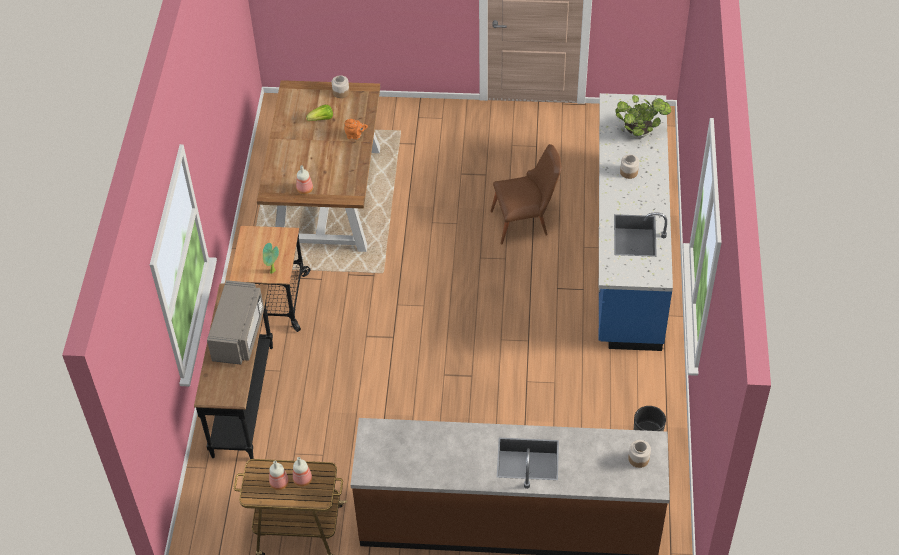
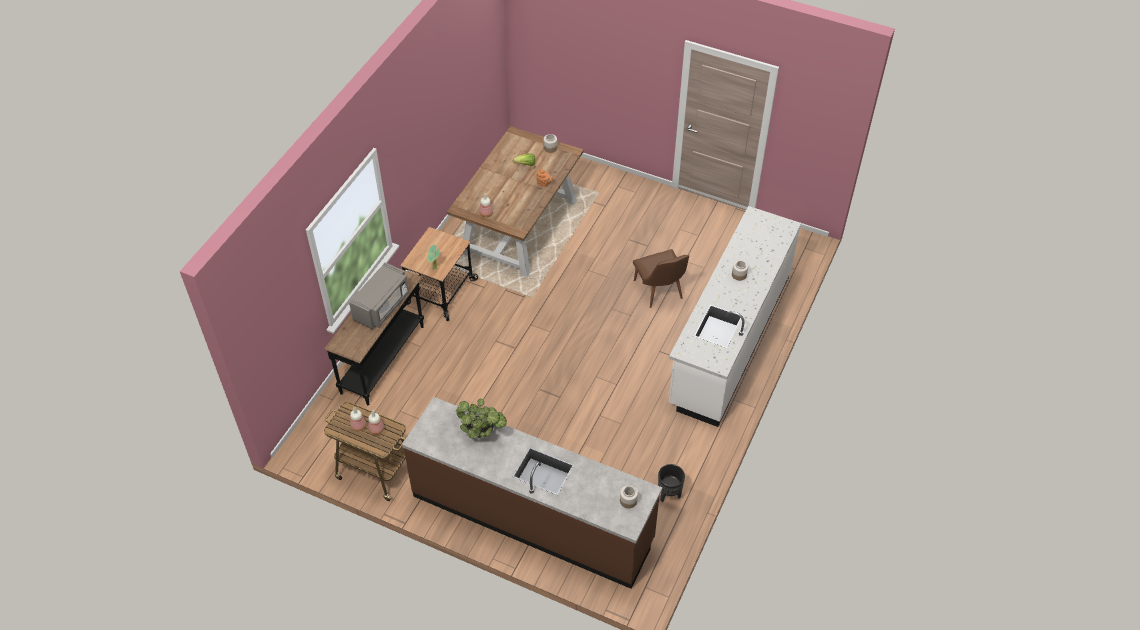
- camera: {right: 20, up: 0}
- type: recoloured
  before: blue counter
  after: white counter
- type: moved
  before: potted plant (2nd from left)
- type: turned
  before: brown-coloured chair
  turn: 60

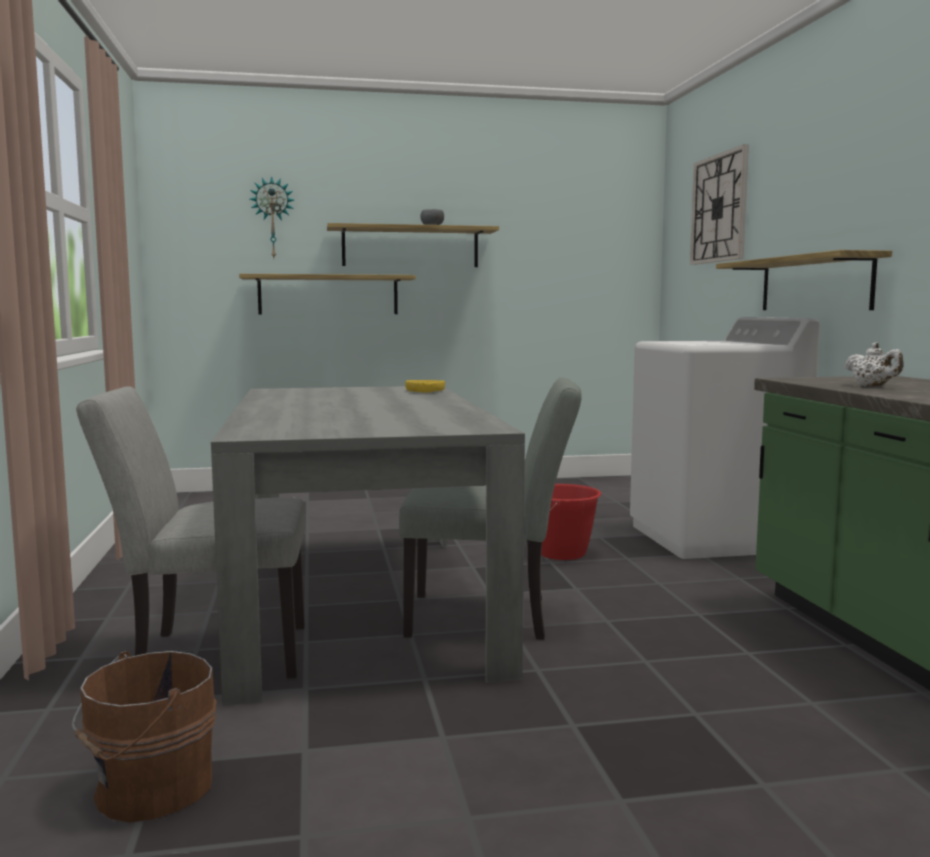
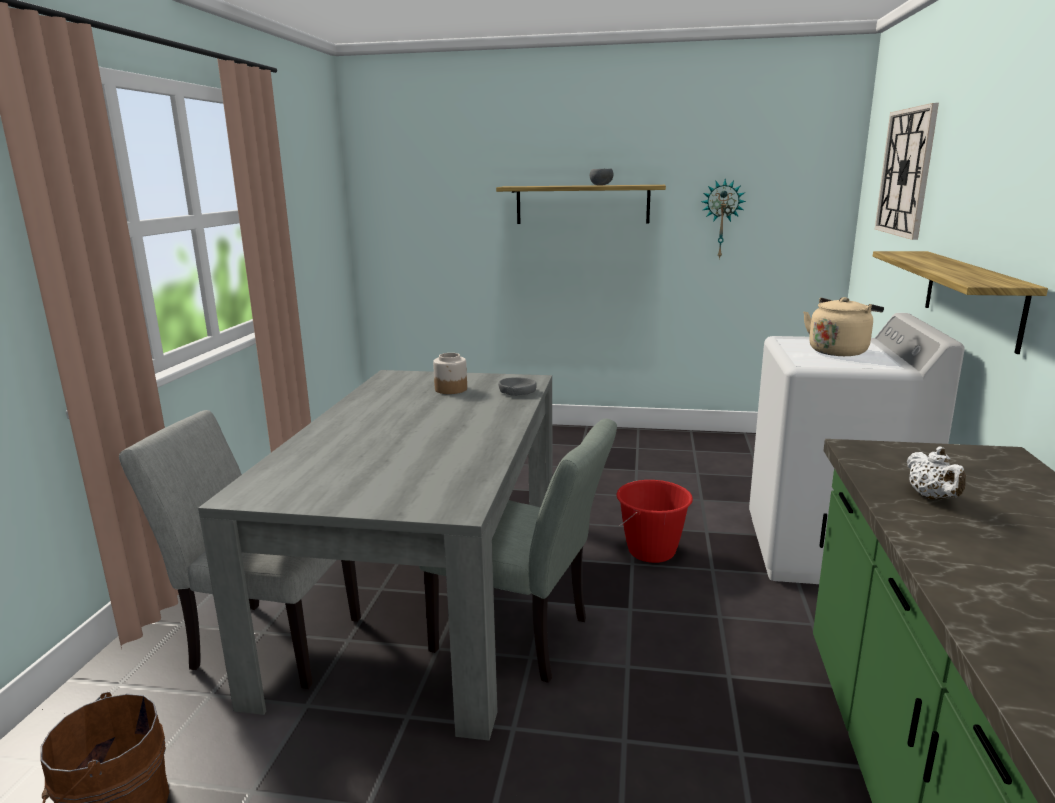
- camera: {right: 20, up: 10}
- type: moved
  before: wall clock (1st from left)
- type: removed
  before: shelf (1st from left)
- type: recoloured
  before: yellow-coloured bowl
  after: greyish bowl (1st from left)
- type: added
  after: beige tea kettle
- type: added
  after: preserve jar

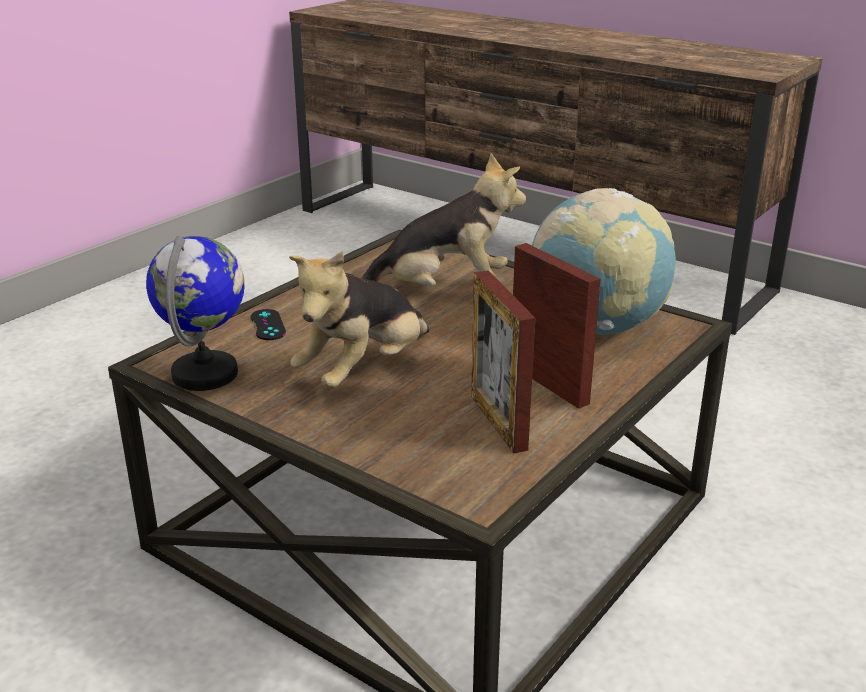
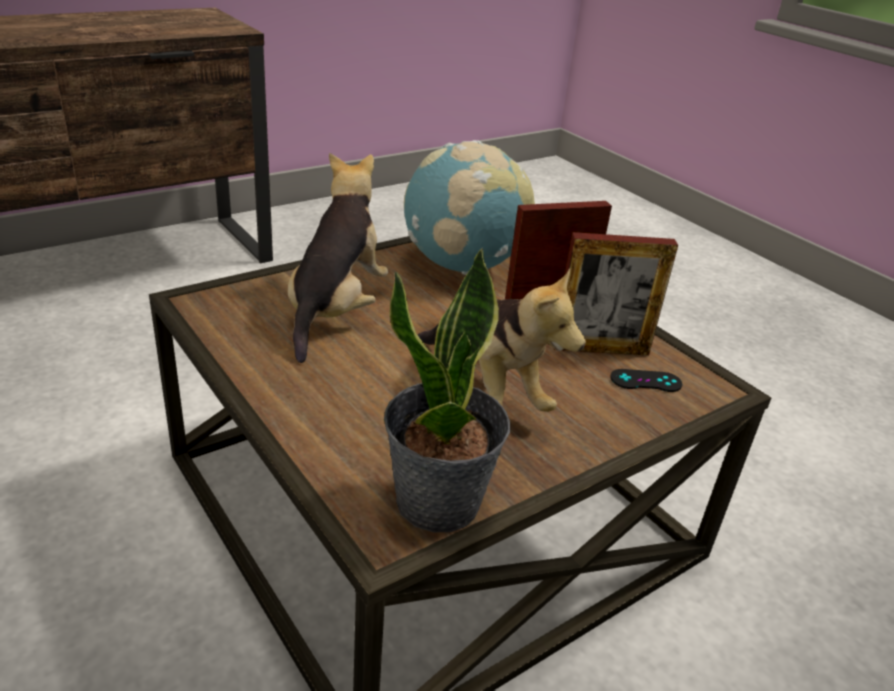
- camera: {right: -75, up: 5}
- type: replaced
  before: desk globe (1st from left)
  after: potted plant
- type: moved
  before: black-coloured game controller

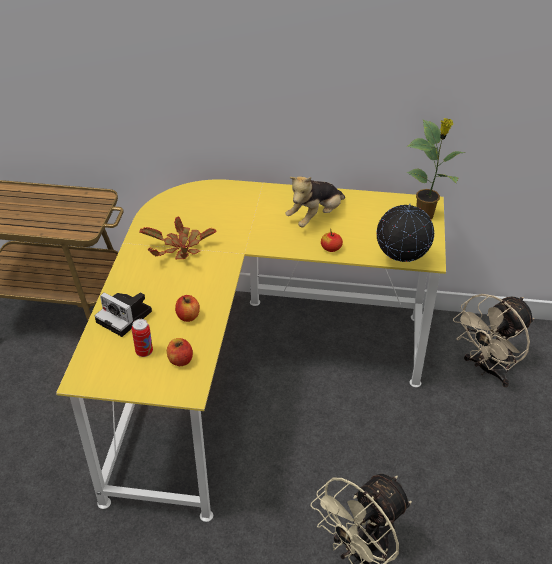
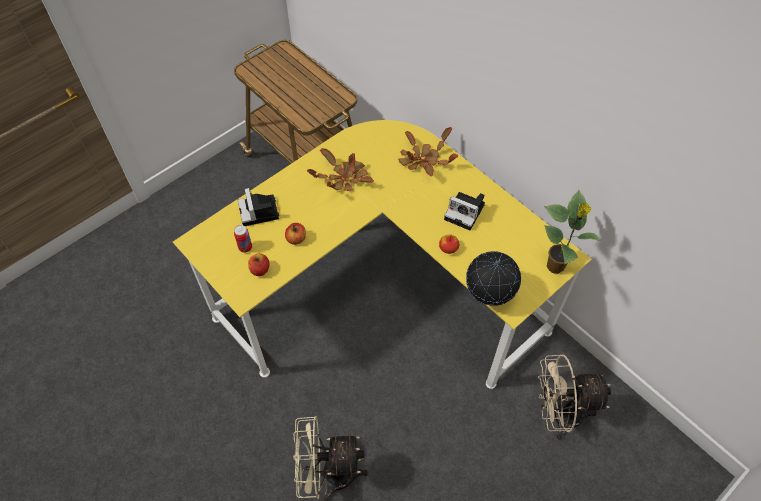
- camera: {right: 40, up: 15}
- type: replaced
  before: plush toy
  after: photo camera (2nd from left)
- type: added
  after: potted plant (2nd from left)

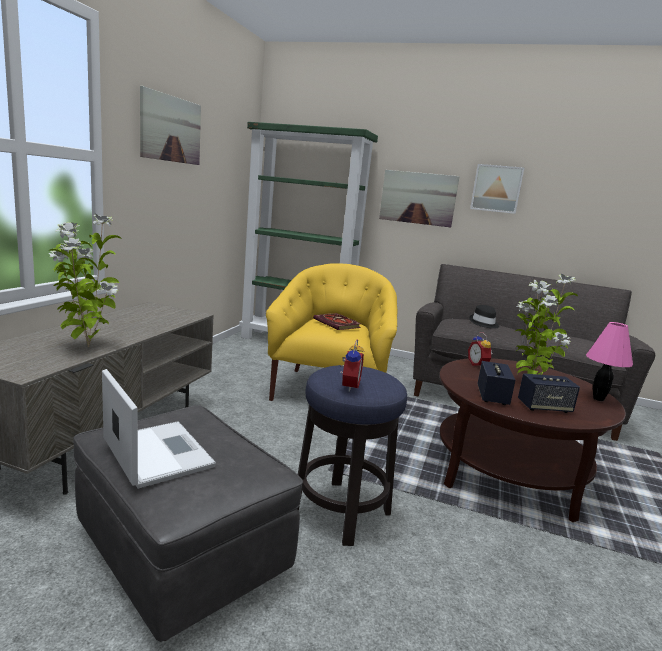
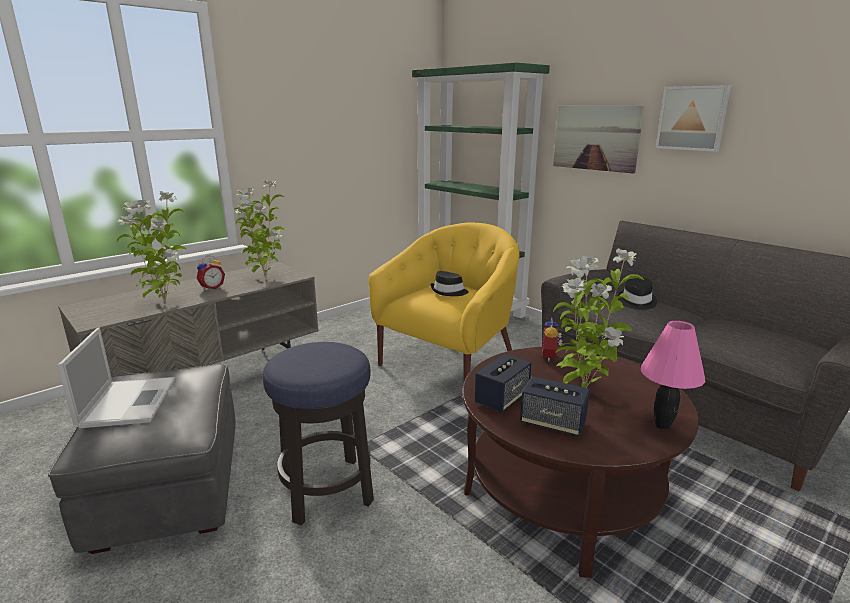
- camera: {right: 30, up: 5}
- type: removed
  before: wall art (1st from left)
- type: replaced
  before: volume
  after: black-coloured wearable hat (1st from left)
- type: moved
  before: alarm clock (1st from left)
- type: added
  after: potted plant (2nd from left)

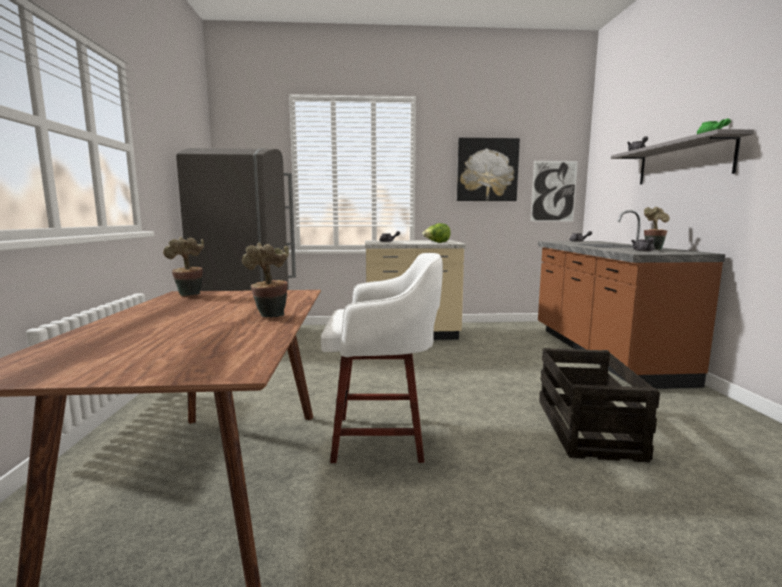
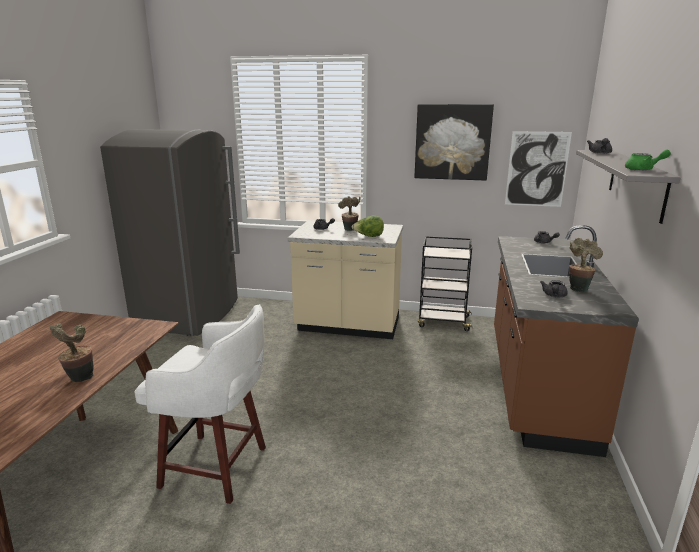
- camera: {right: 15, up: 10}
- type: moved
  before: potted plant (1st from left in the first image)
  after: potted plant (2nd from left)
- type: removed
  before: crate
- type: added
  after: black-coloured trolley

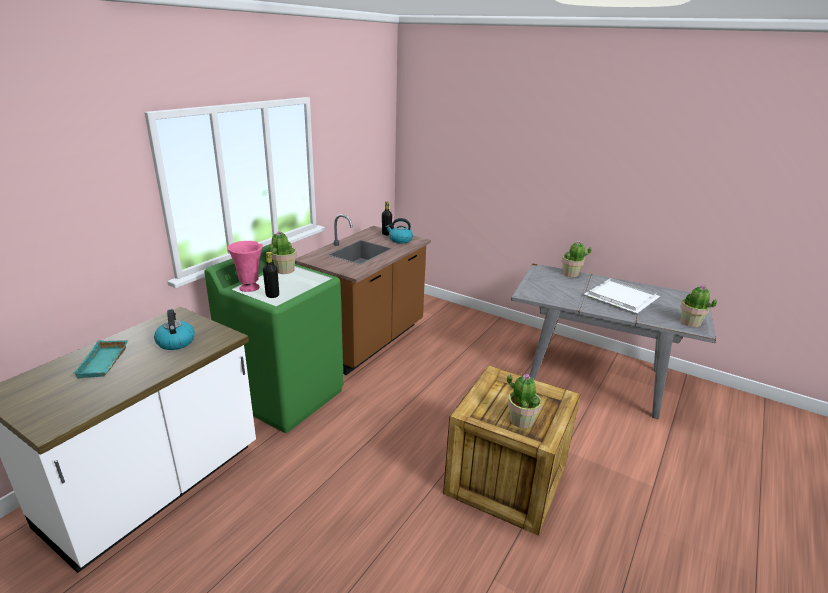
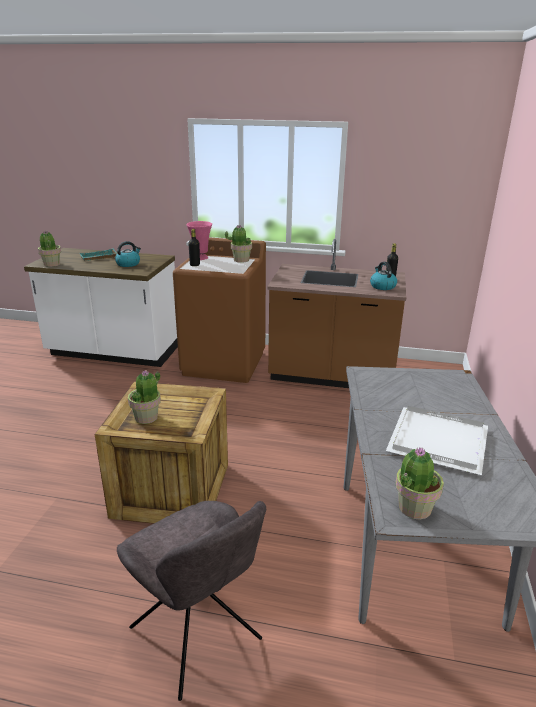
- camera: {right: 70, up: 0}
- type: moved
  before: potted plant (3rd from left in the first image)
  after: potted plant (1st from left)
- type: recoloured
  before: green-coloured laundry machine
  after: brown-coloured laundry machine
- type: added
  after: greyish chair

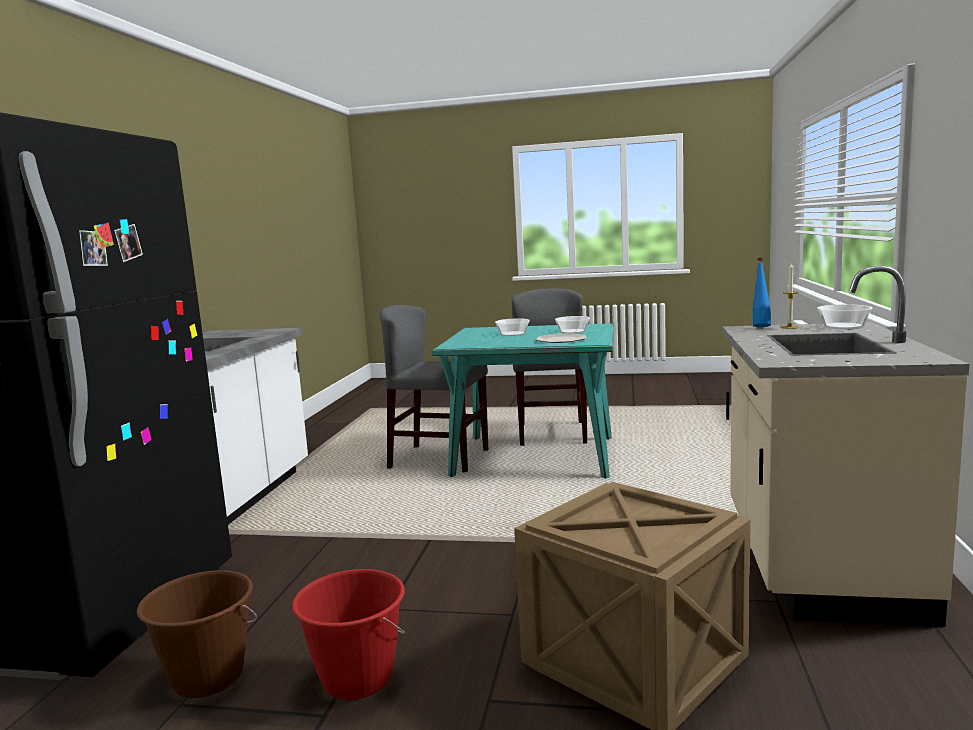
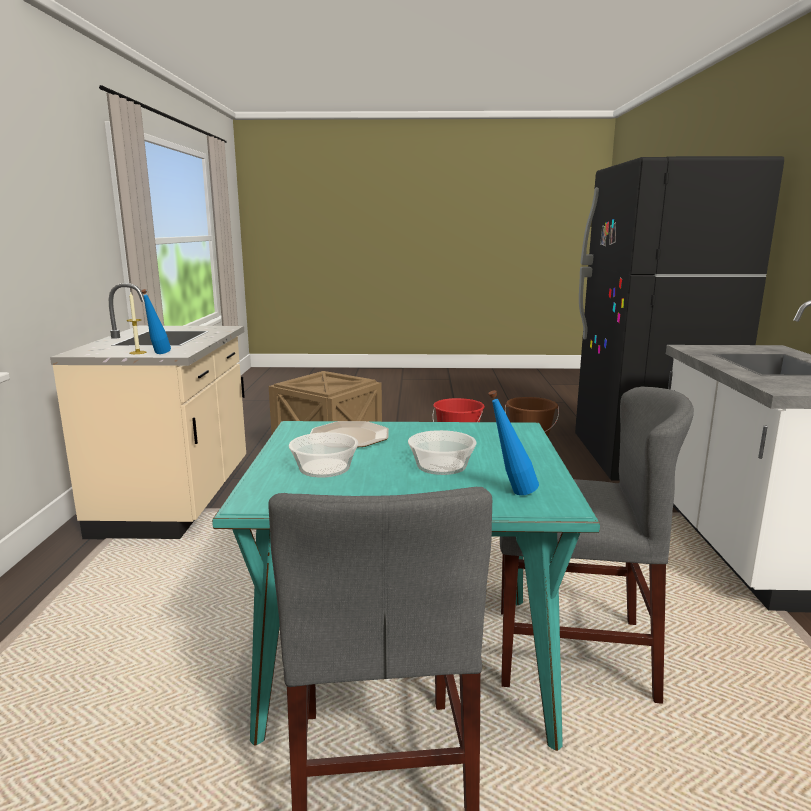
- camera: {right: 170, up: 5}
- type: removed
  before: bowl (3rd from left)
- type: added
  after: blue bottle (2nd from left)

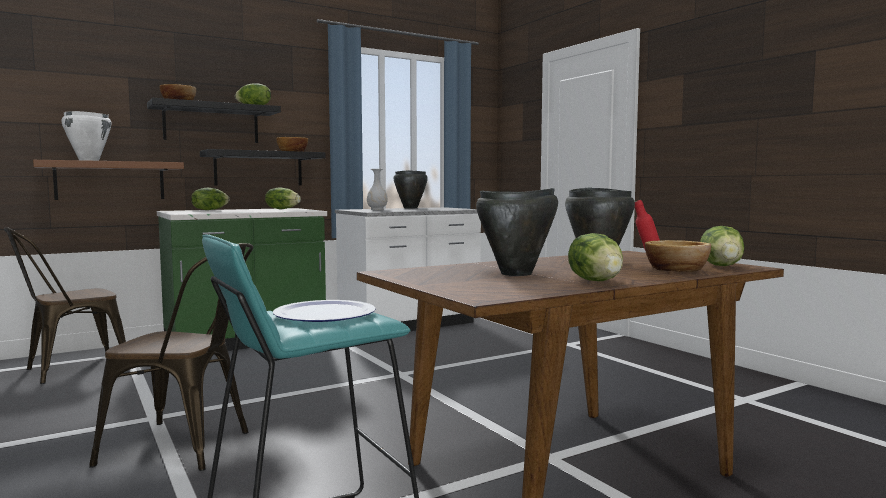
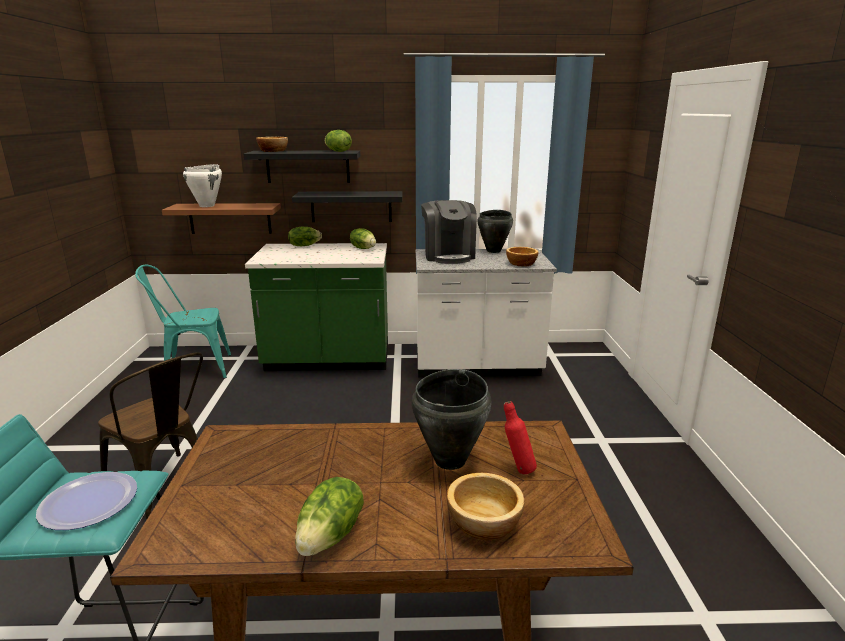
- camera: {right: 30, up: 15}
- type: moved
  before: bowl (2nd from left in the first image)
  after: bowl (3rd from left)
- type: replaced
  before: white vase
  after: coffee brewer
- type: removed
  before: black-coloured stockpot (2nd from left)
- type: removed
  before: head of lettuce (5th from left)
- type: recoloured
  before: brown-coloured chair (1st from left)
  after: blue-green chair

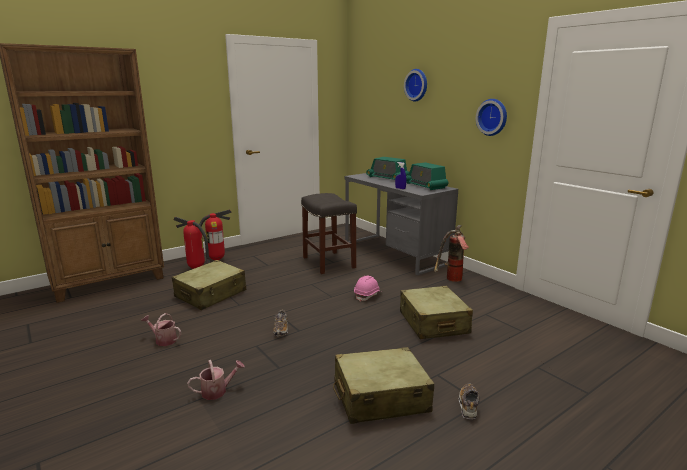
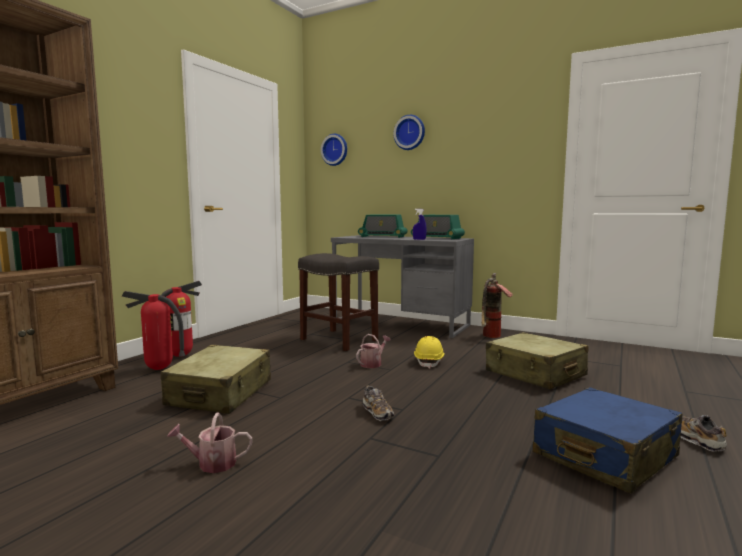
- camera: {right: -25, up: -10}
- type: moved
  before: wall clock (2nd from left in the first image)
  after: wall clock (1st from left)
- type: recoloured
  before: pink safety helmet
  after: yellow-coloured safety helmet
- type: recoloured
  before: beige travel case (2nd from left)
  after: blue travel case
- type: moved
  before: sprinkling can (2nd from left)

